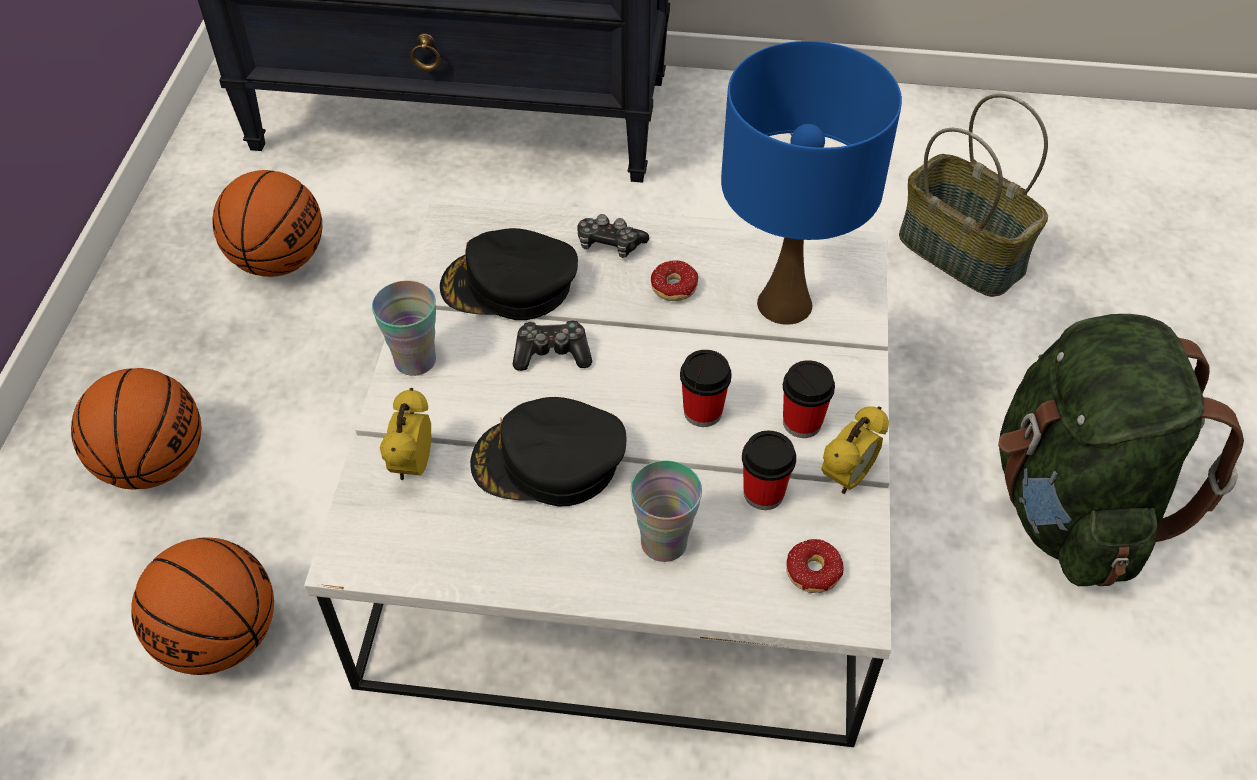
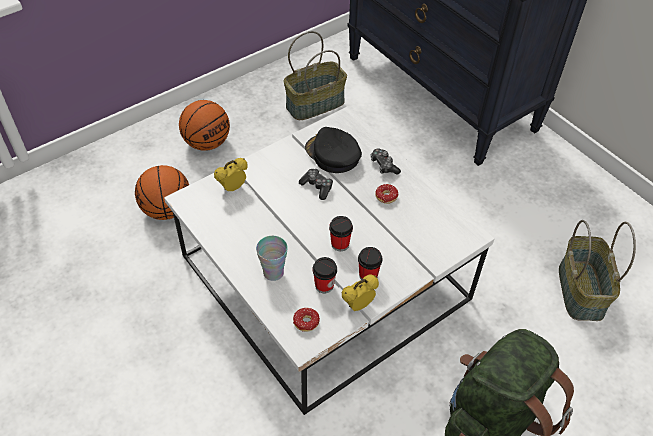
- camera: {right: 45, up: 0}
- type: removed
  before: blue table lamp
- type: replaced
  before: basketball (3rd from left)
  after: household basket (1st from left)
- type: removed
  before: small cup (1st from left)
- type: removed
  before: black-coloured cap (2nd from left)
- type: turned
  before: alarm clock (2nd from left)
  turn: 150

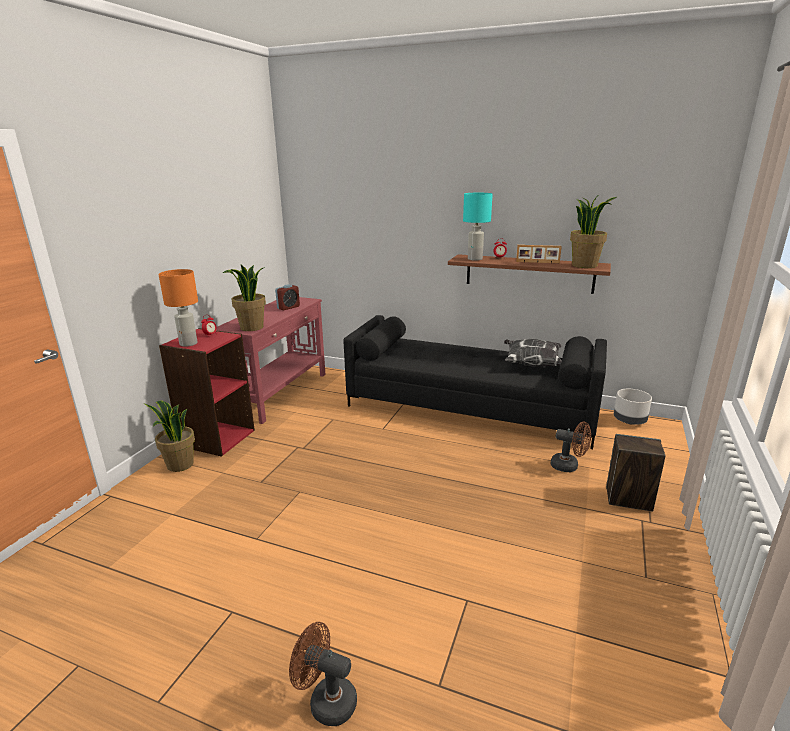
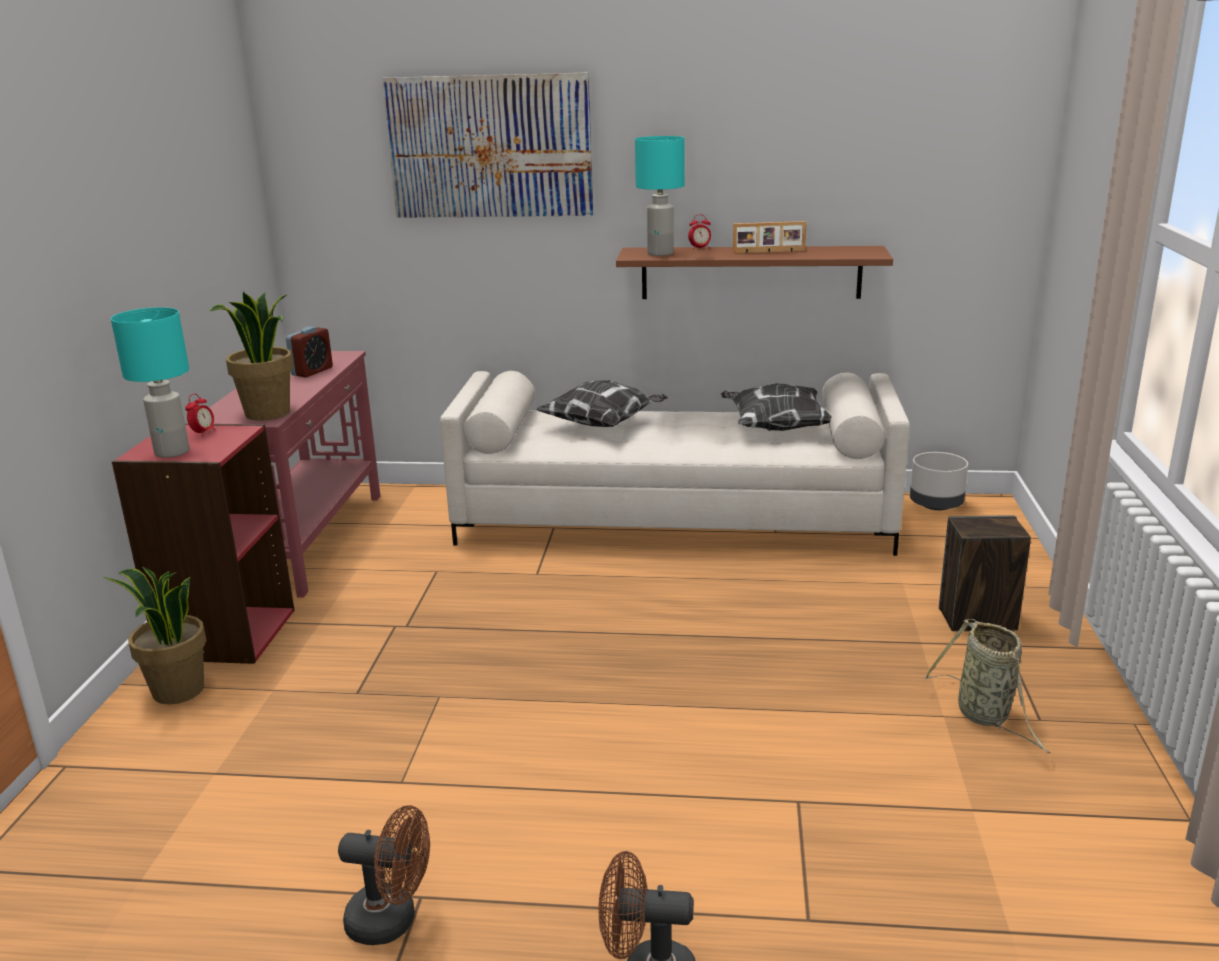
- camera: {right: -15, up: 0}
- type: removed
  before: potted plant (3rd from left)
- type: recoloured
  before: orange table lamp
  after: blue-green table lamp (1st from left)
- type: recoloured
  before: black-coloured couch
  after: white couch
- type: moved
  before: brown-coloured cooling fan (2nd from left in the first image)
  after: brown-coloured cooling fan (1st from left)
- type: added
  after: wall art
- type: added
  after: cushion (1st from left)
- type: added
  after: household basket

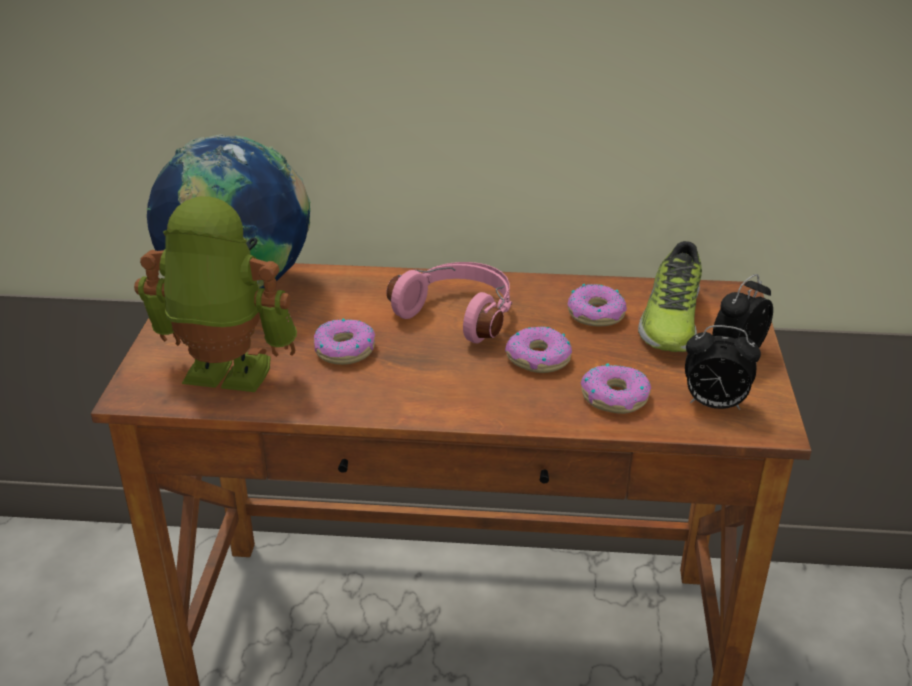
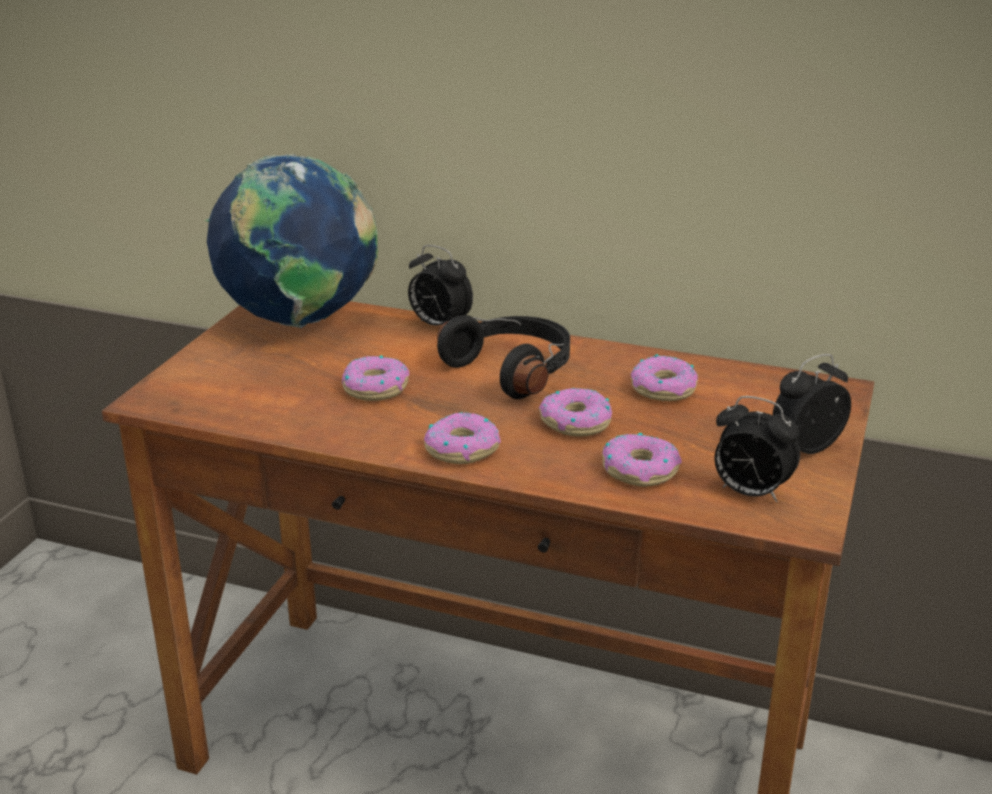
- camera: {right: 15, up: -5}
- type: removed
  before: model robot
- type: removed
  before: low shoe
- type: recoloured
  before: pink pair of headphones
  after: black-coloured pair of headphones
- type: added
  after: alarm clock (1st from left)
- type: added
  after: donut (2nd from left)

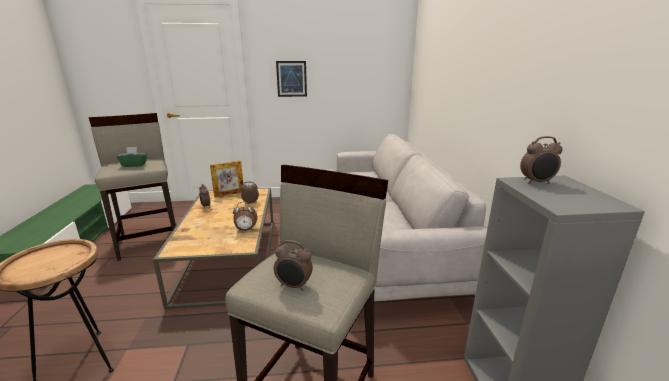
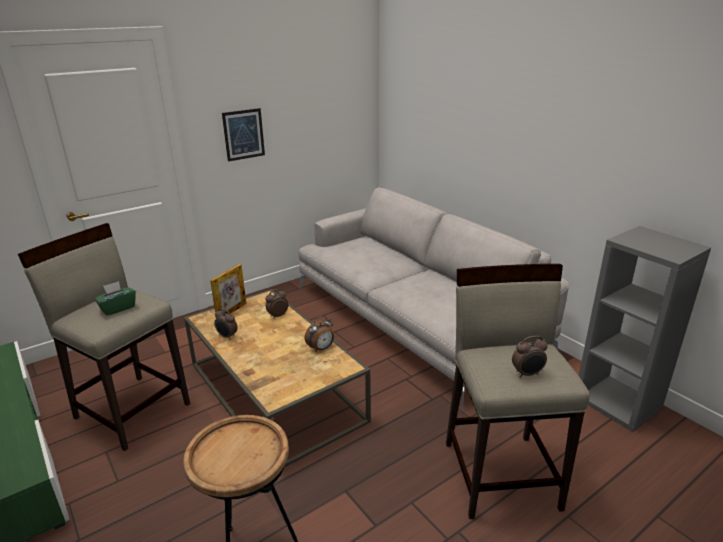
- camera: {right: -30, up: 5}
- type: removed
  before: alarm clock (5th from left)

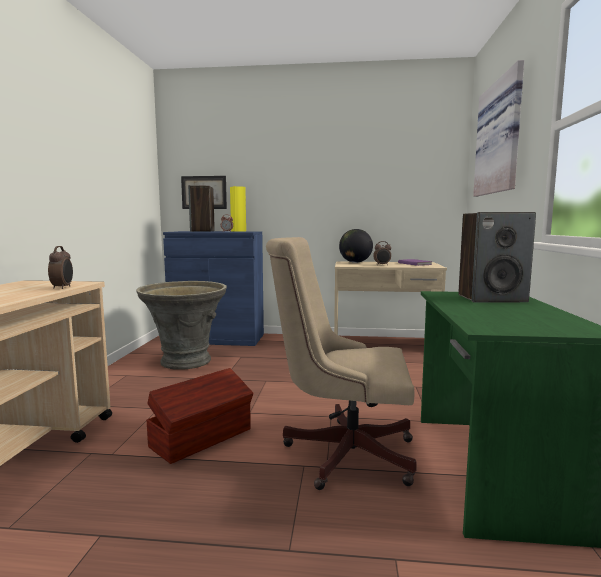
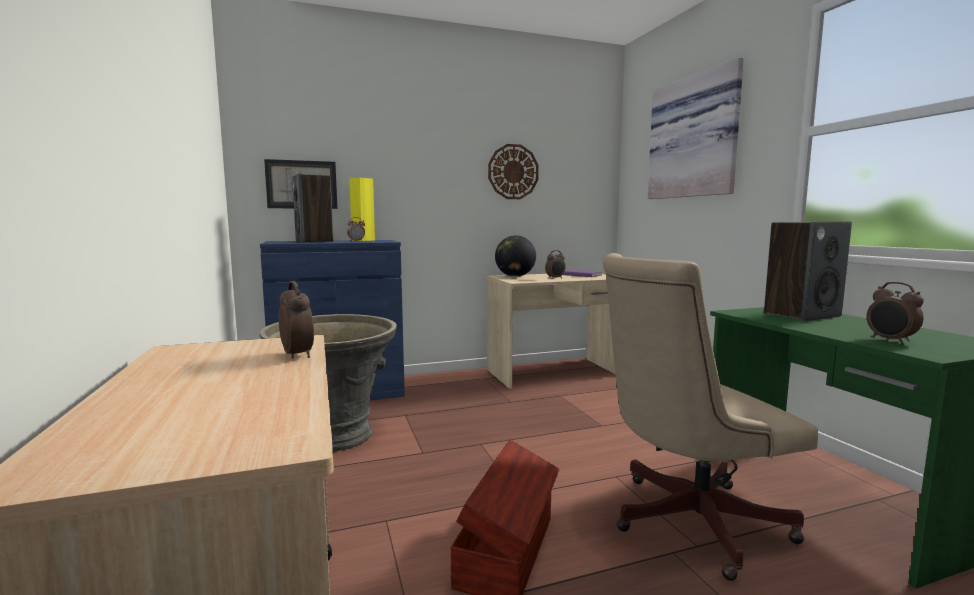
- camera: {right: -25, up: 0}
- type: added
  after: wall clock
- type: added
  after: alarm clock (4th from left)

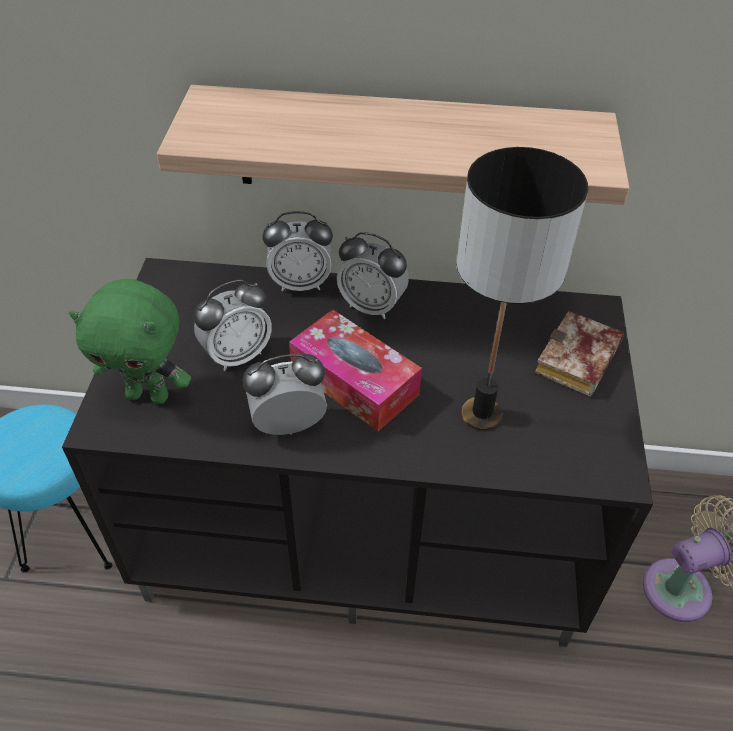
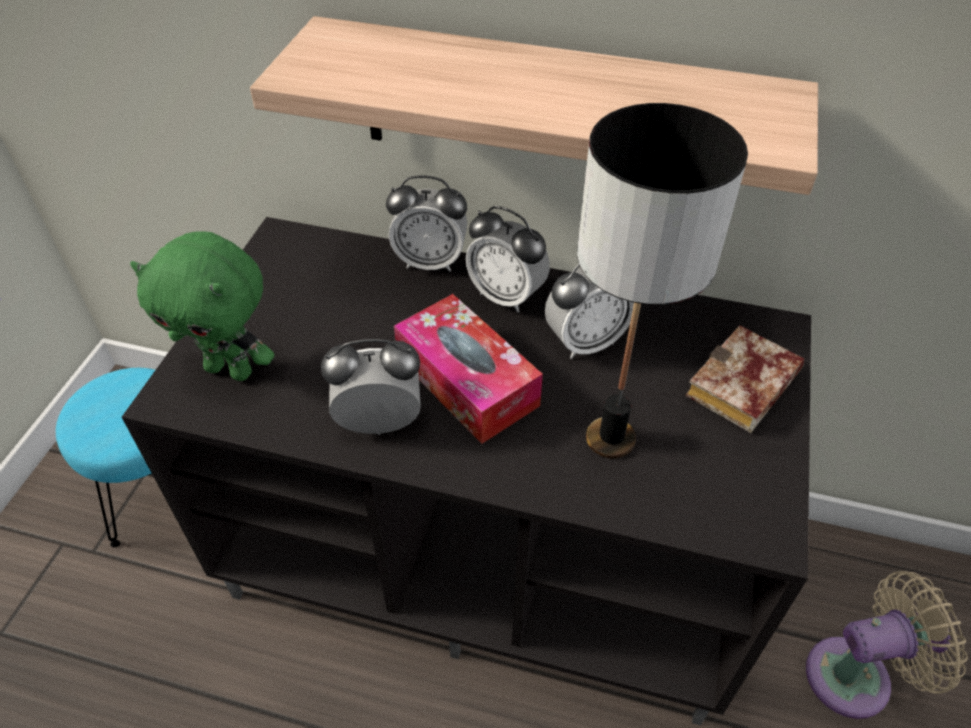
- camera: {right: 10, up: 0}
- type: moved
  before: alarm clock (1st from left in the first image)
  after: alarm clock (4th from left)

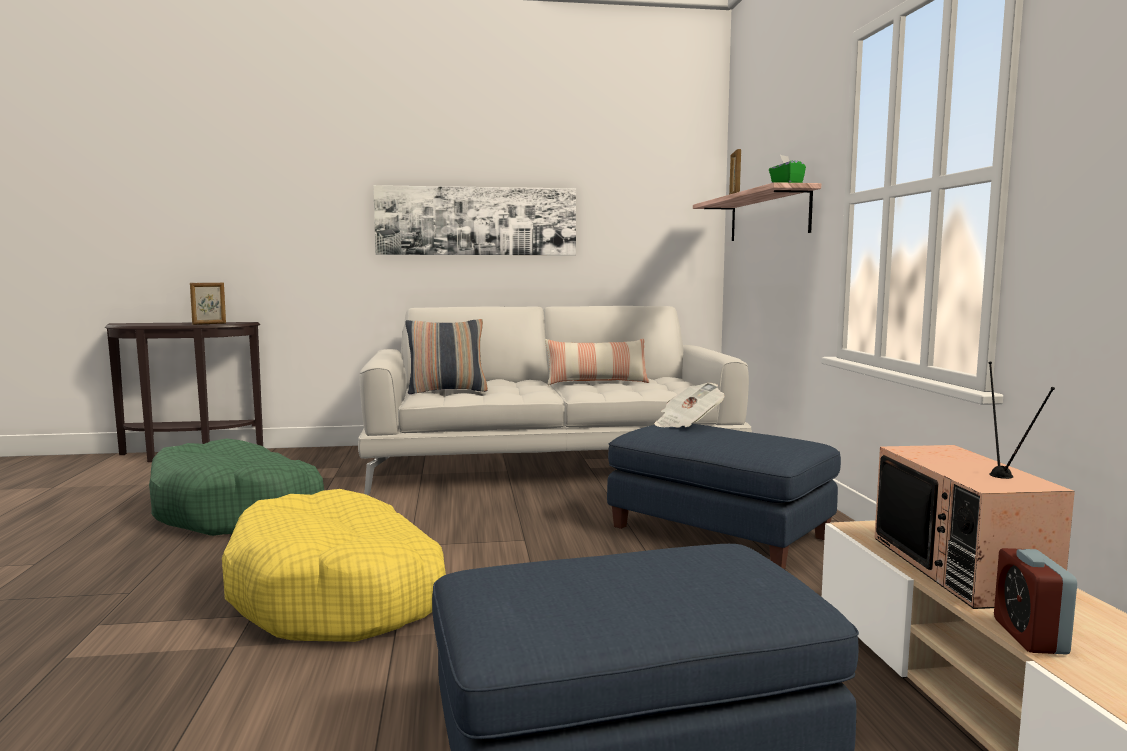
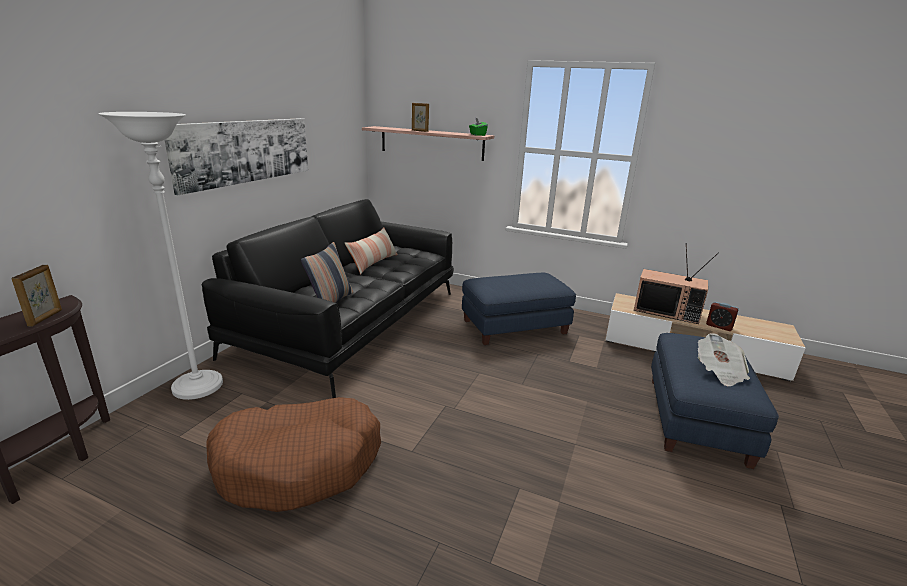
- camera: {right: -60, up: 15}
- type: recoloured
  before: white couch
  after: black-coloured couch
- type: moved
  before: newspaper
- type: recoloured
  before: green-coloured dog bed
  after: brown-coloured dog bed
- type: removed
  before: yellow-coloured dog bed
- type: added
  after: white standard lamp

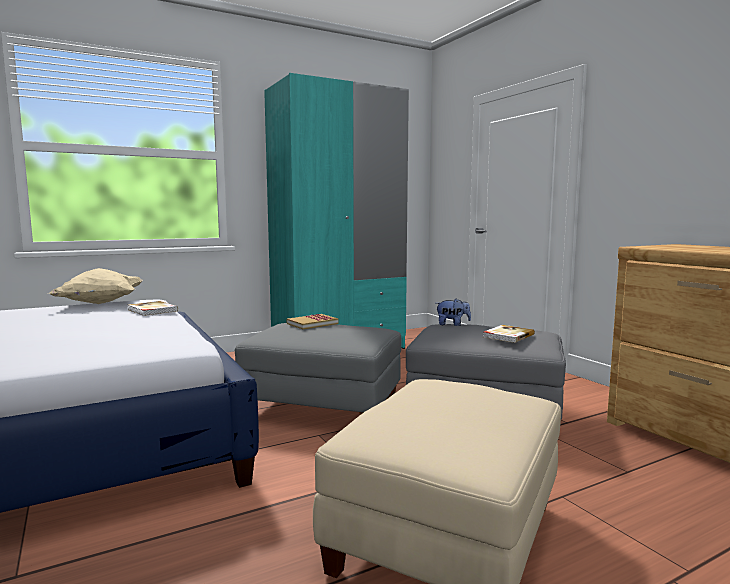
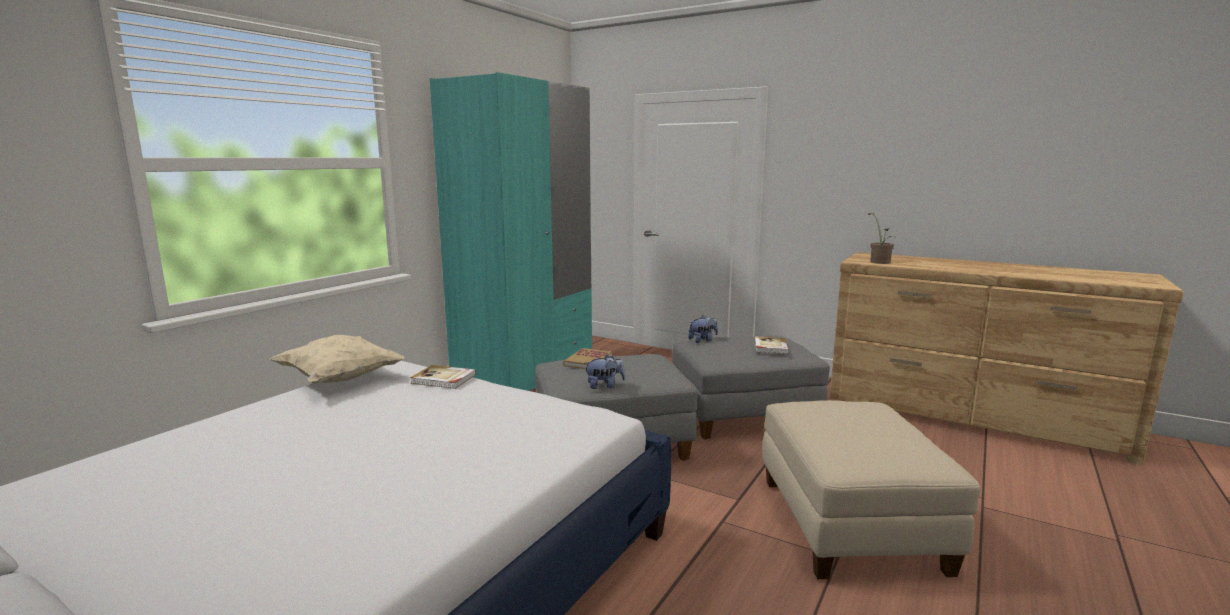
- camera: {right: -30, up: 5}
- type: added
  after: potted plant
- type: added
  after: plush toy (1st from left)

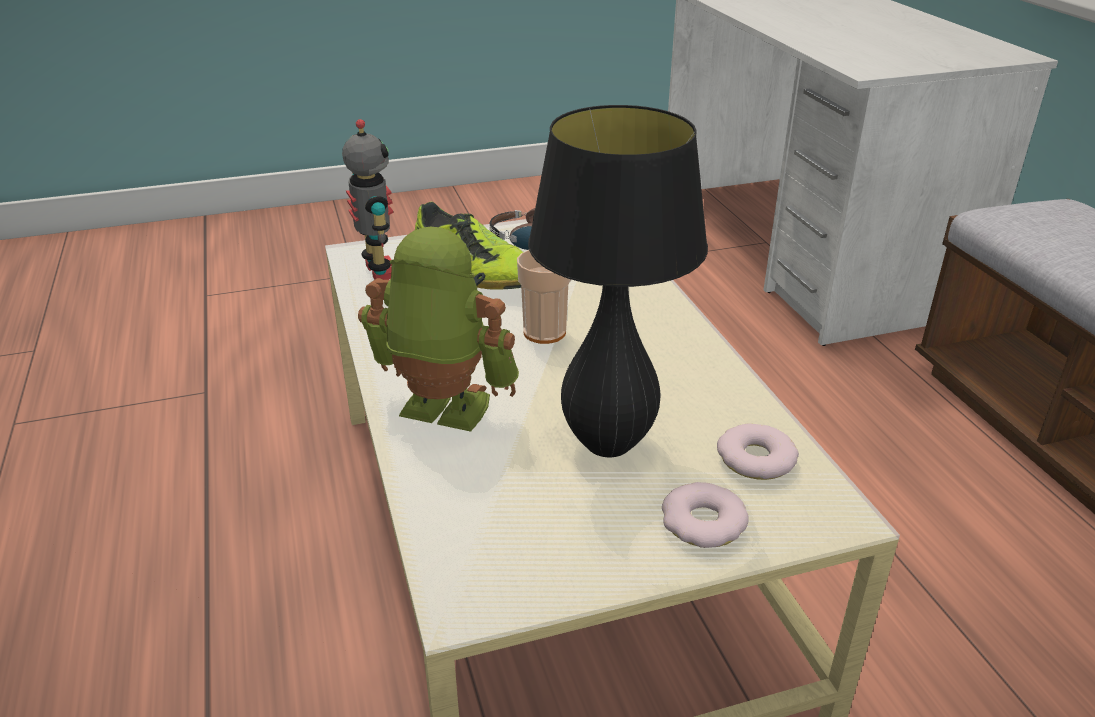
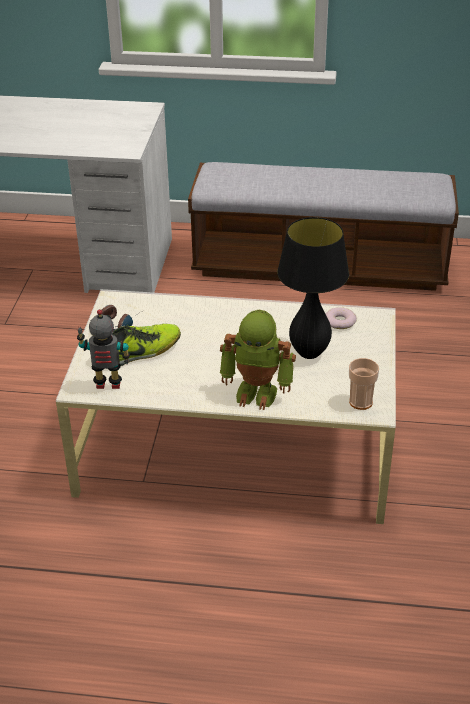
- camera: {right: -65, up: 5}
- type: turned
  before: model robot (2nd from left)
  turn: -120
- type: moved
  before: small cup
- type: removed
  before: donut (1st from left)

